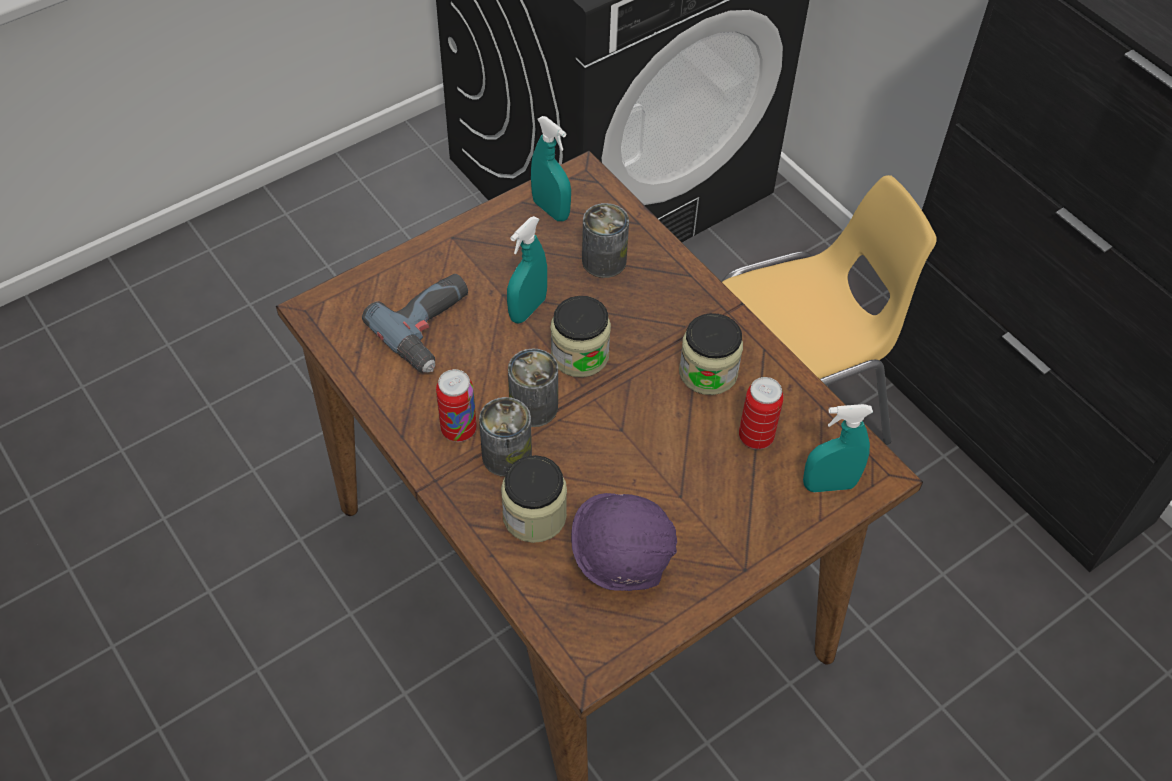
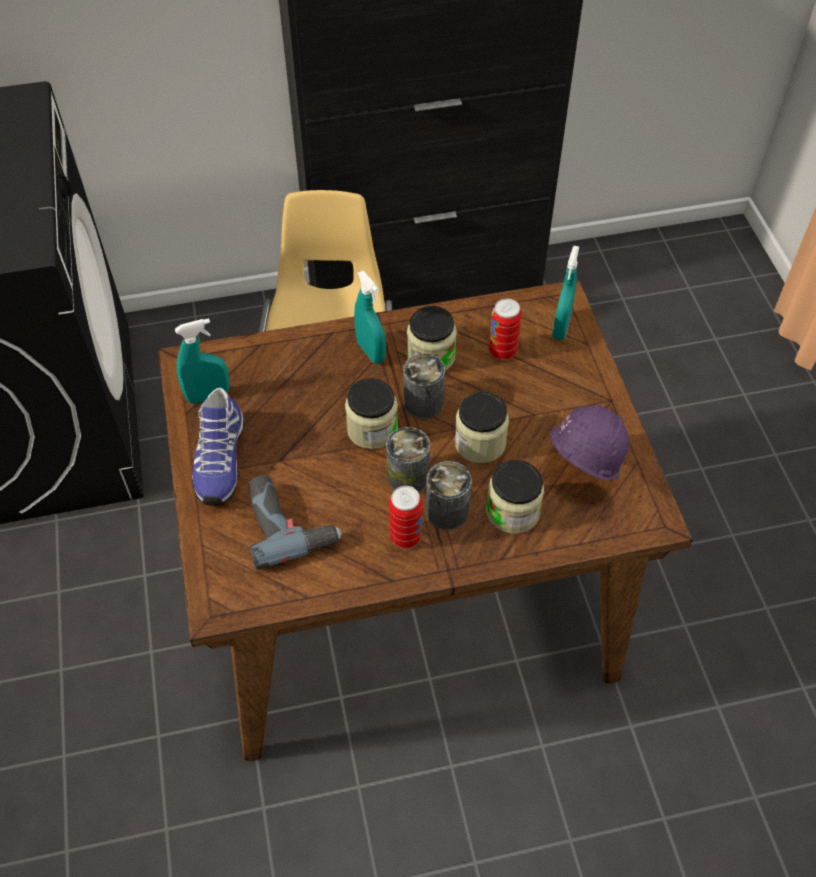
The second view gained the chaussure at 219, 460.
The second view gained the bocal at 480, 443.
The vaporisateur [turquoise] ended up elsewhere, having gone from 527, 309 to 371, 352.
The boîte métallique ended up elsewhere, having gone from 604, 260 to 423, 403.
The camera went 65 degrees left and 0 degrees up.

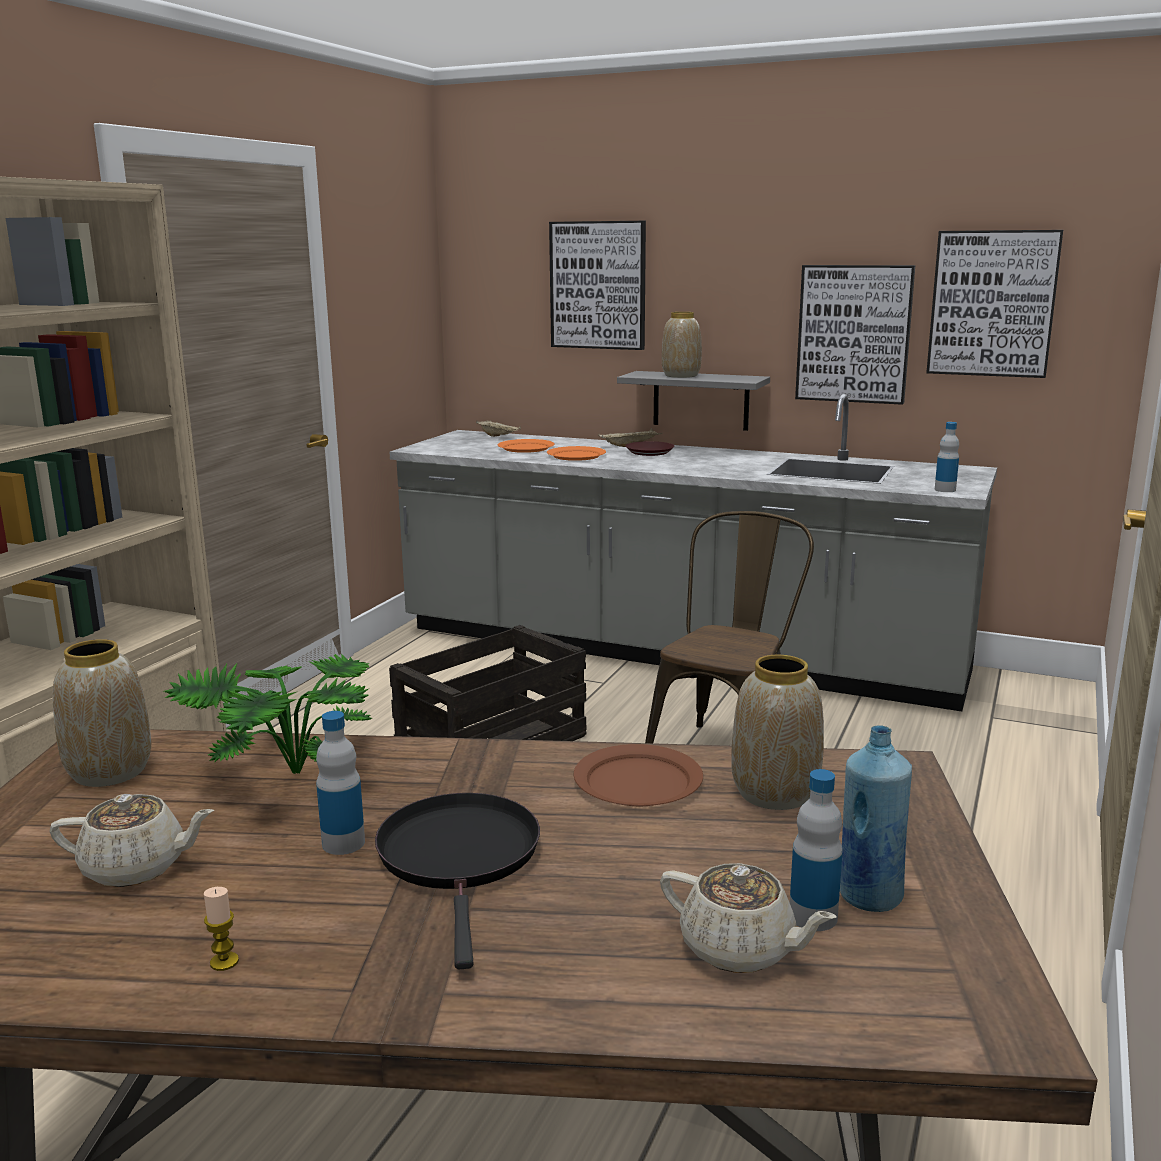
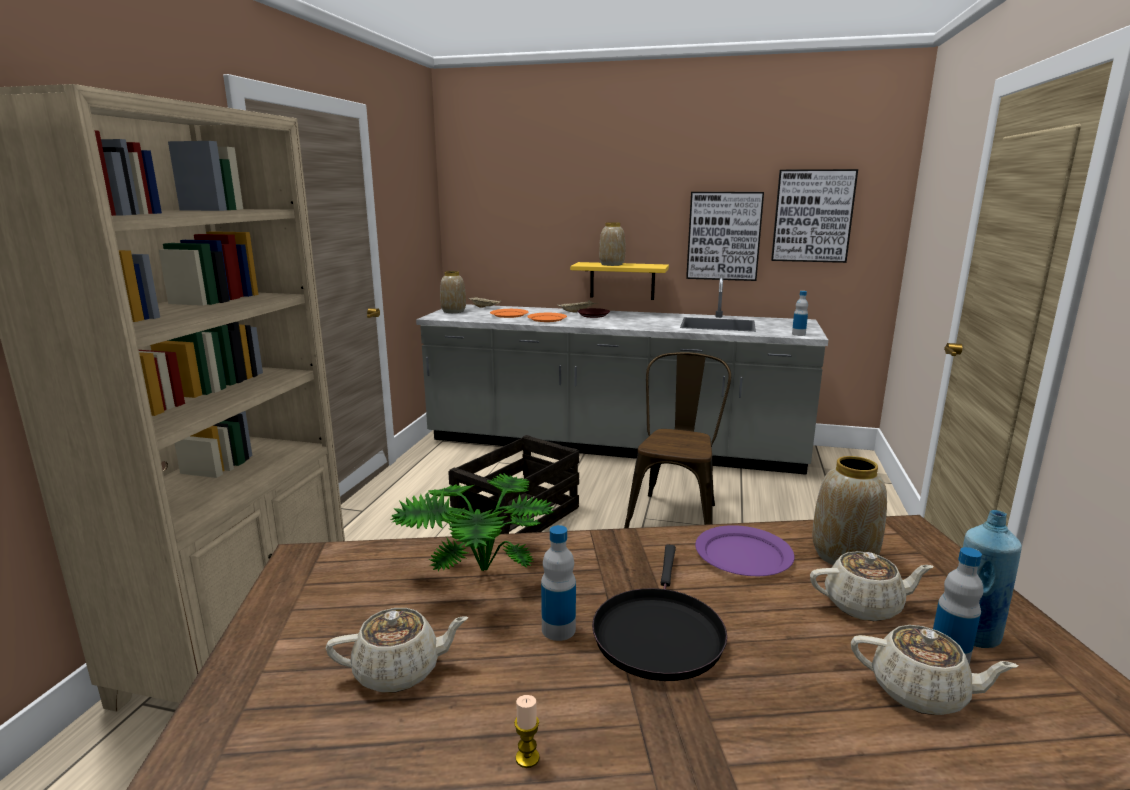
The second view lost the tableau at 598, 285.
The second view gained the théière [beige] at 864, 605.
The vase ended up elsewhere, having gone from 109, 772 to 453, 311.
What was the assiette [marron] at 639, 781 turned into the assiette [violet] at 744, 555.
What was the étagère [gris] at 701, 400 turned into the étagère [jaune] at 622, 281.
The poêle [noir] at 460, 858 ended up facing another way, 150 degrees counterclockwise from before.
The camera went 10 degrees left and 0 degrees up.

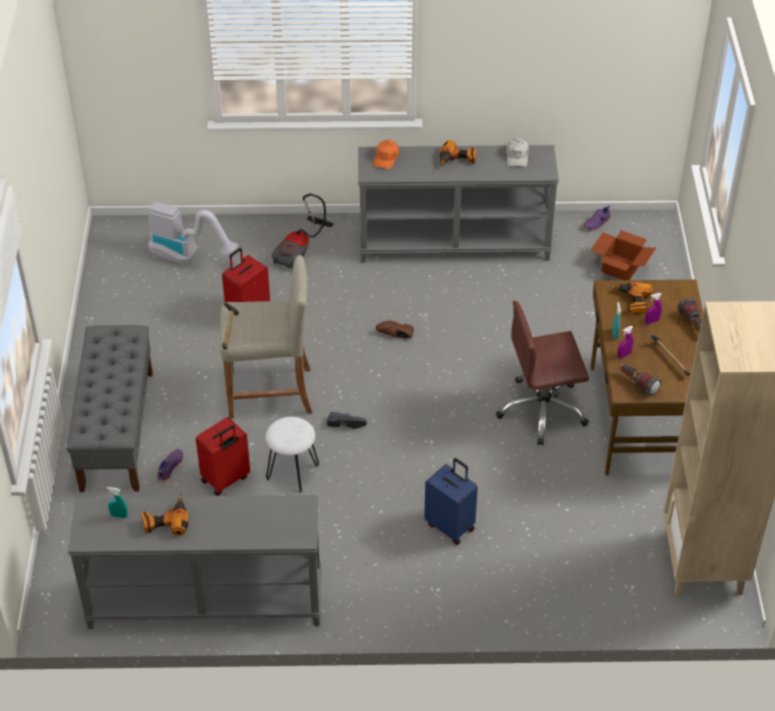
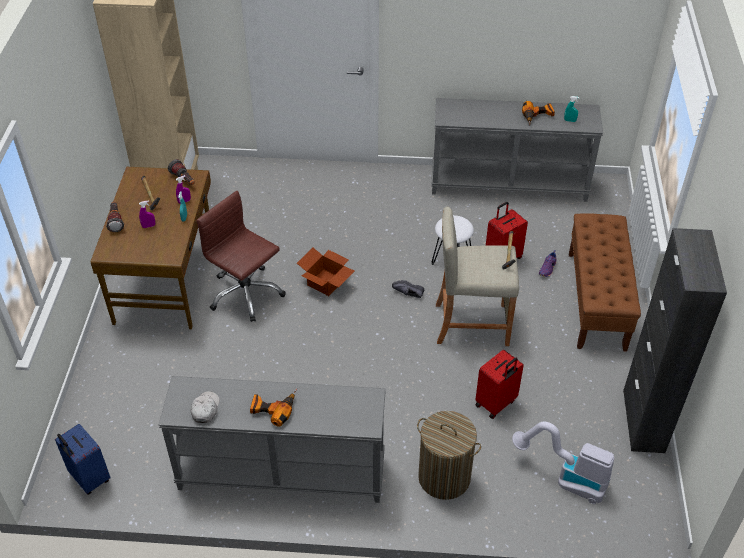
The second view lost the casquette [orange] at 386, 158.
The second view lost the chaussure [marron] at 395, 336.
The second view lost the chaussure [violet] at 597, 224.
The second view lost the perceuse at 631, 302.
The second view gained the meuble de rangement [noir] at 643, 421.
The valise [bleu] ended up elsewhere, having gone from 451, 526 to 89, 478.
The carton ended up elsewhere, having gone from 620, 267 to 326, 283.
Where the aspirateur stood at 301, 250, the panier à linge came to stand at 444, 477.
What was the banc [gris] at 117, 430 turned into the banc [marron] at 596, 301.
The chaise de bureau [marron] at 542, 410 ended up facing another way, 135 degrees counterclockwise from before.
The camera went 175 degrees left and 0 degrees up.

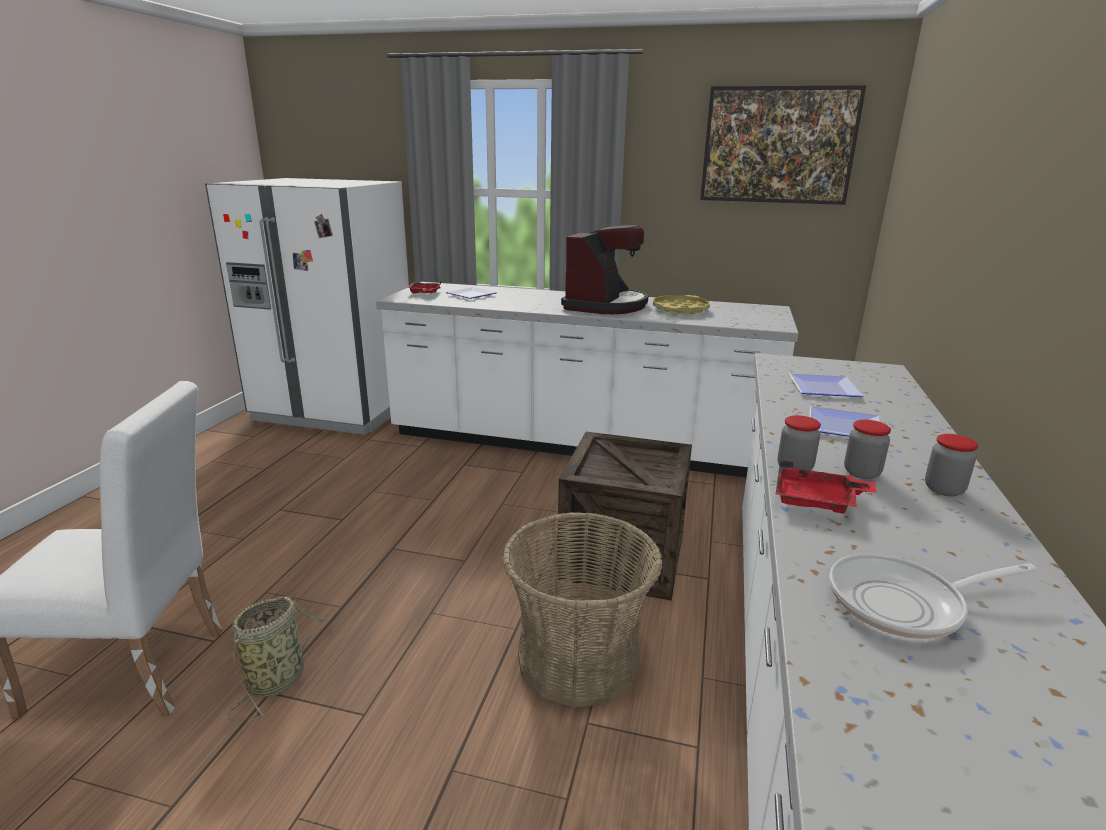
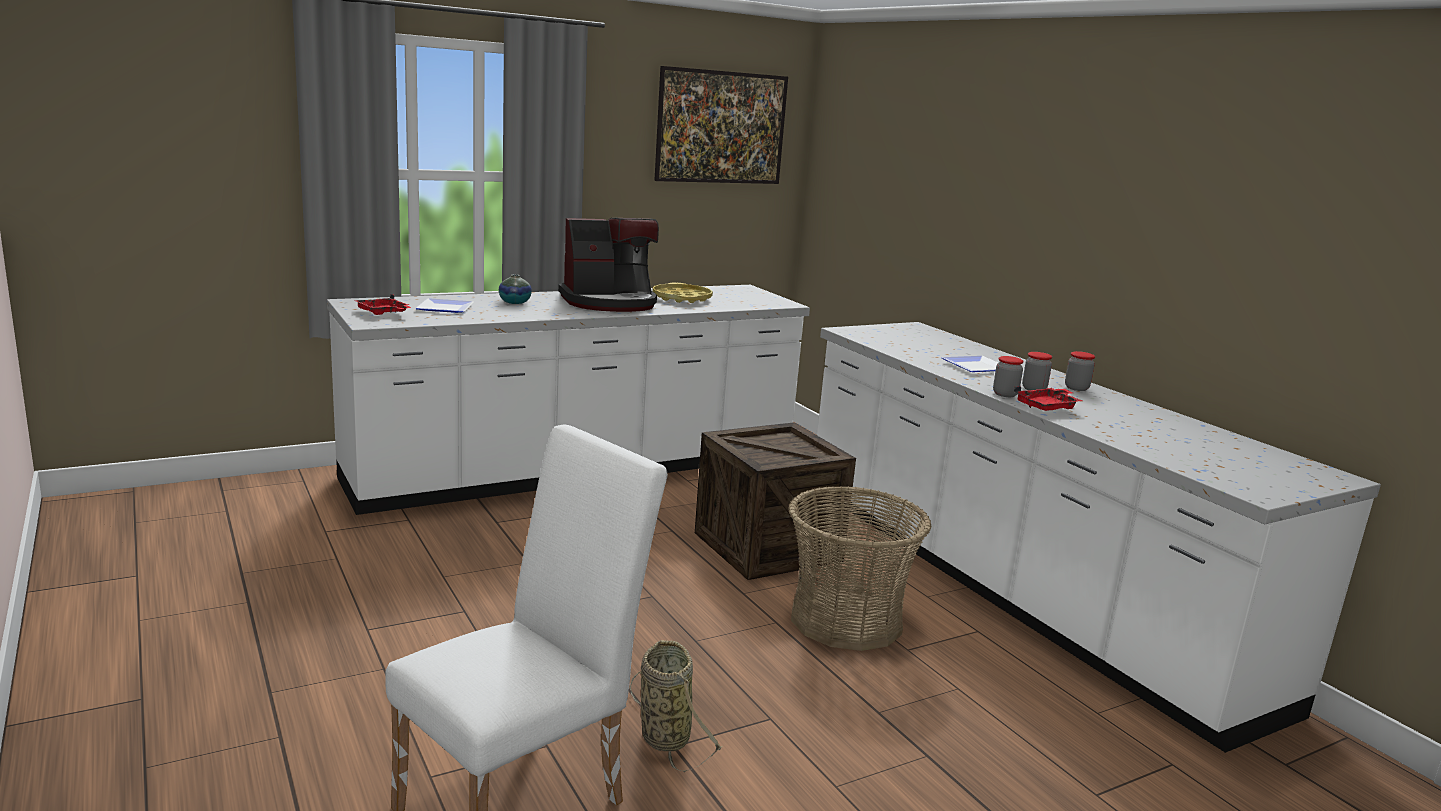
The second view lost the réfrigérateur [blanc] at 336, 409.
The second view lost the assiette at 826, 389.
The second view lost the poêle at 904, 603.
The second view gained the vase at 515, 302.
The machine à café at 606, 305 ended up facing another way, 90 degrees clockwise from before.
The camera went 45 degrees left and 5 degrees down.

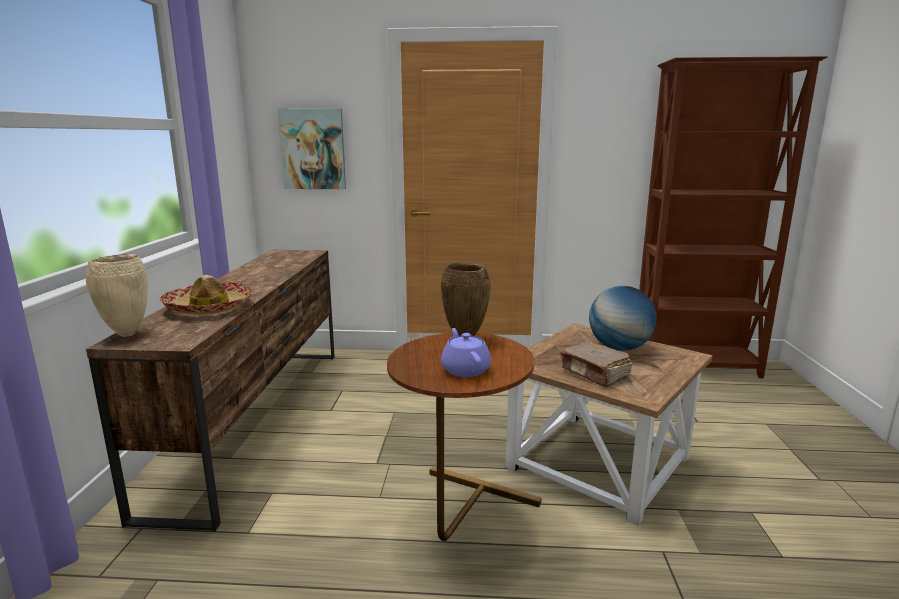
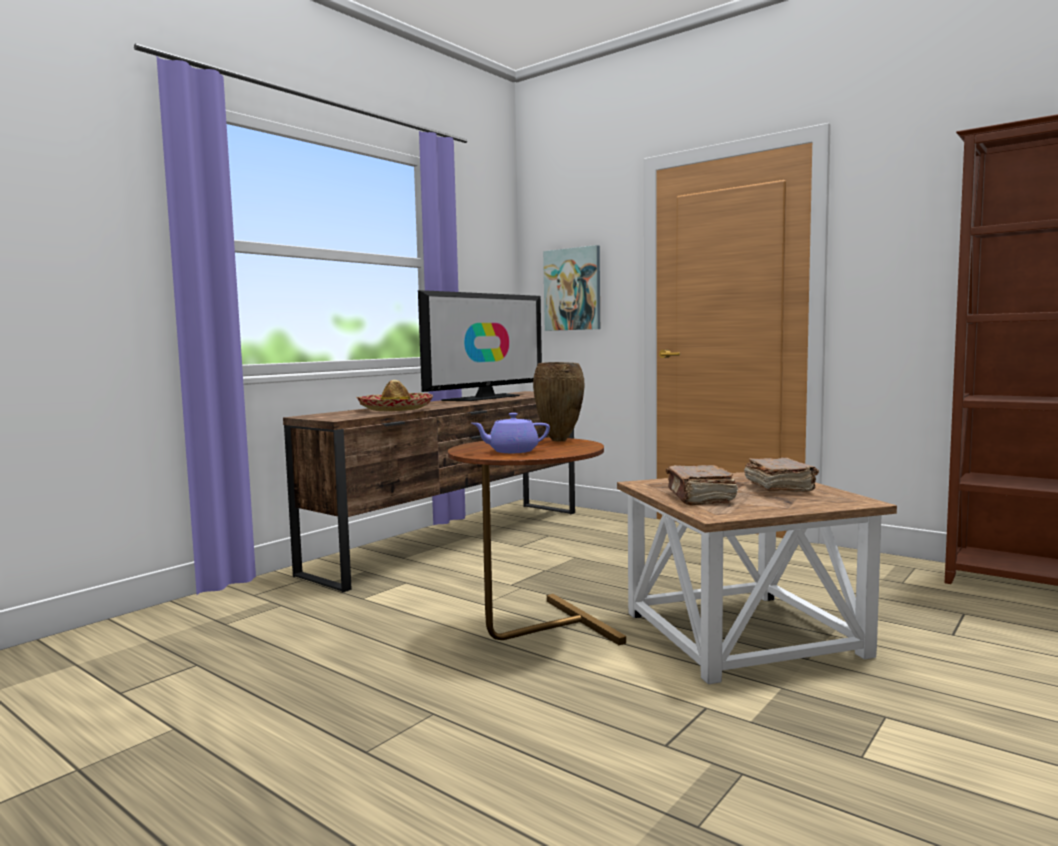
The second view lost the vase [beige] at 126, 334.
The second view gained the téléviseur at 485, 398.
Where the globe stood at 619, 348, the livre [marron] came to stand at 779, 488.
The théière [violet] at 465, 369 ended up facing another way, 120 degrees counterclockwise from before.
The camera went 35 degrees right and 10 degrees down.

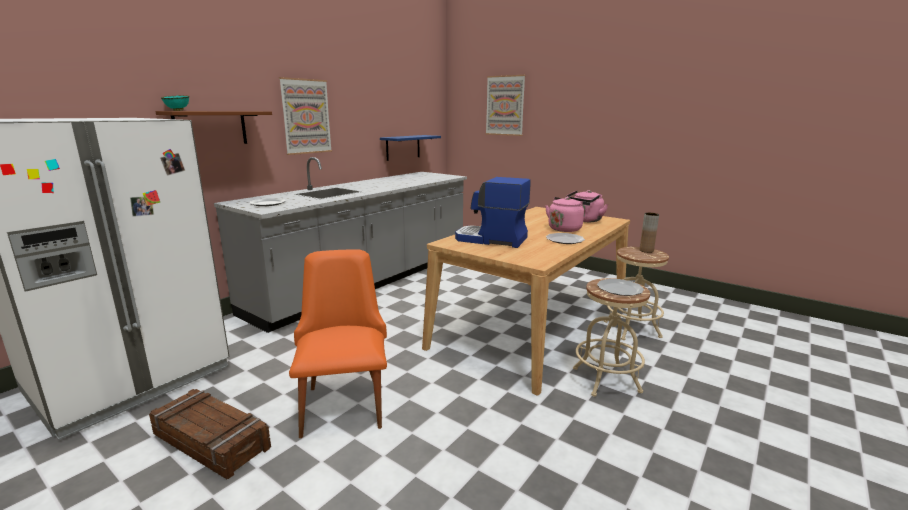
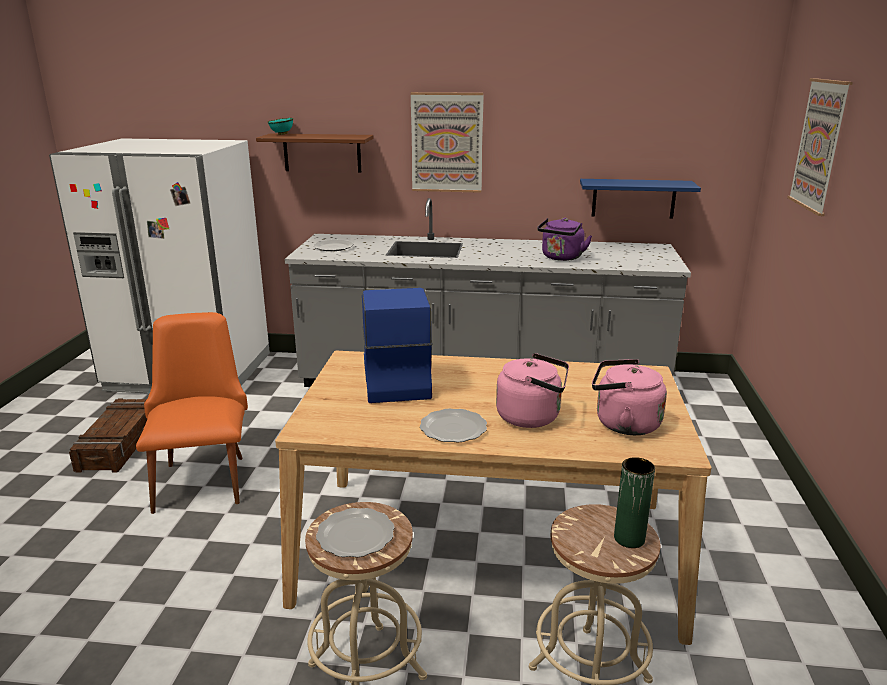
The second view gained the bouilloire [violet] at 561, 258.
What was the vase [marron] at 646, 251 turned into the vase [vert] at 629, 538.
The chaise [orange] at 344, 400 ended up facing another way, 60 degrees counterclockwise from before.
The camera went 60 degrees right and 5 degrees up.

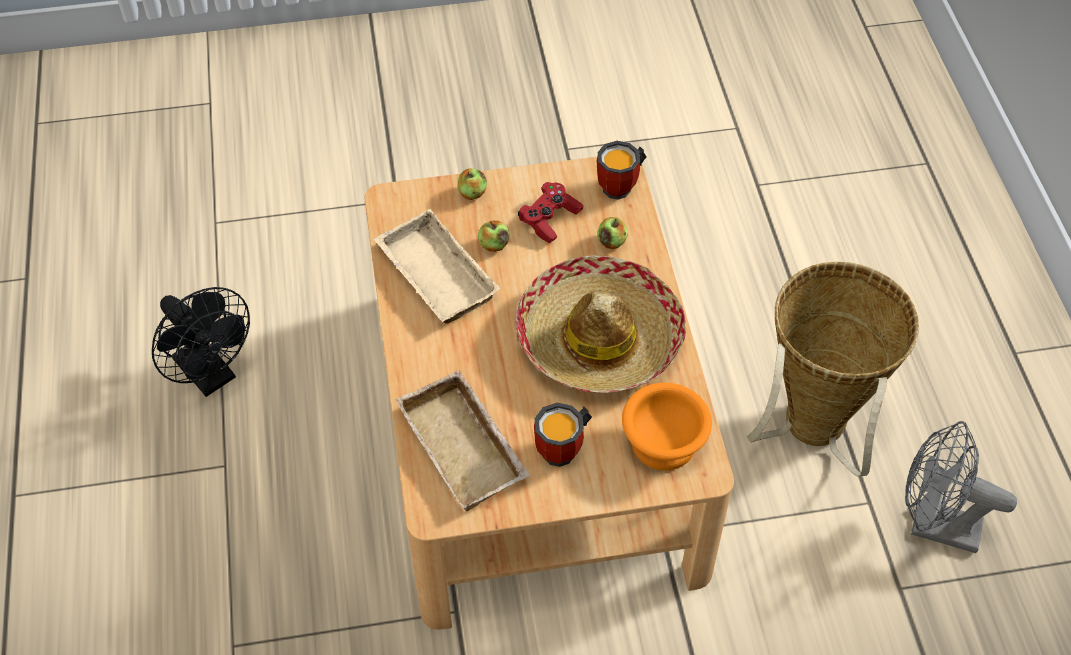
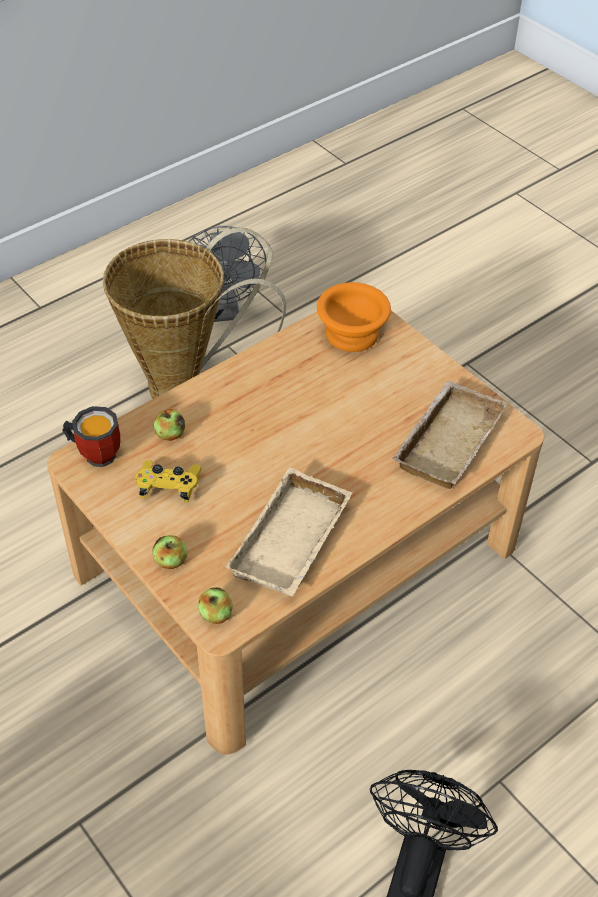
The second view lost the chapeau at 598, 338.
The second view lost the mug at 565, 450.
The pomme ended up elsewhere, having gone from 494, 245 to 216, 614.
What was the manette [rouge] at 549, 219 turned into the manette [jaune] at 169, 487.
The camera went 120 degrees left and 5 degrees down.

